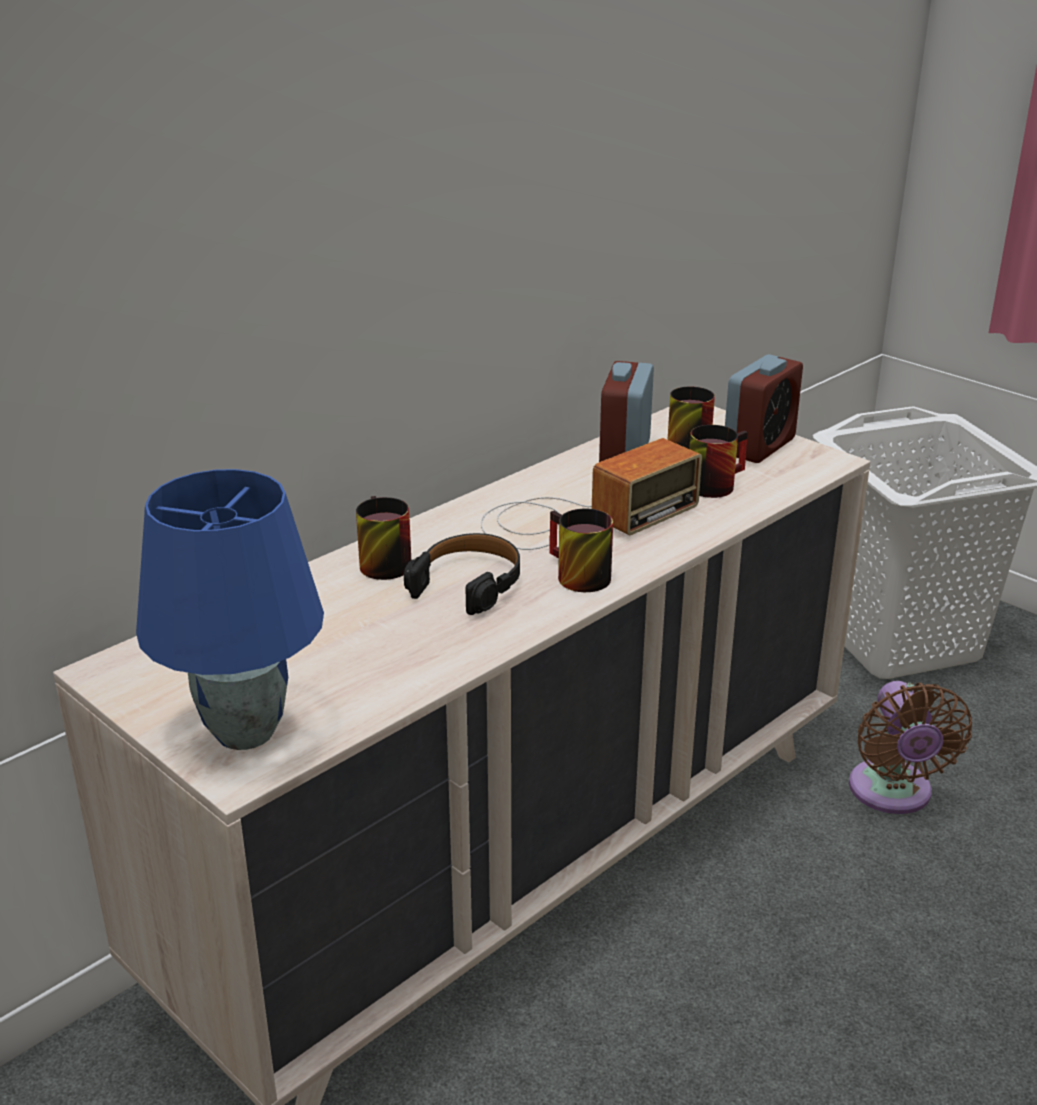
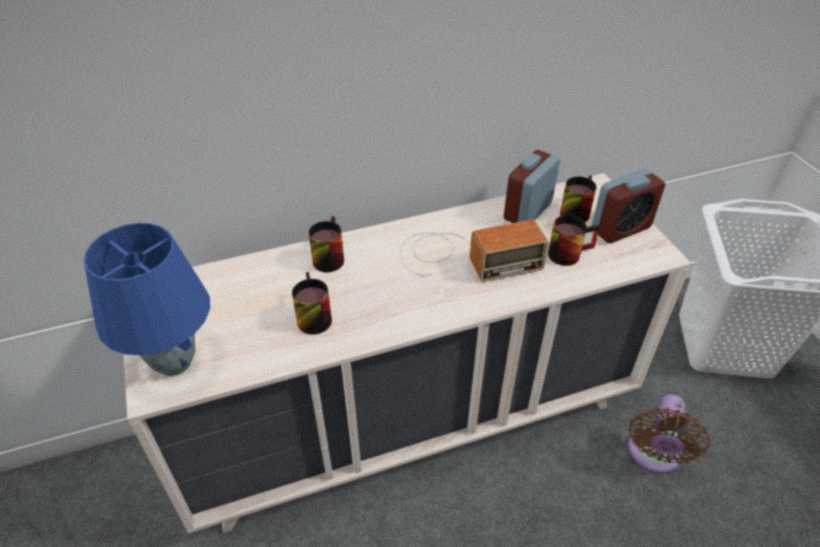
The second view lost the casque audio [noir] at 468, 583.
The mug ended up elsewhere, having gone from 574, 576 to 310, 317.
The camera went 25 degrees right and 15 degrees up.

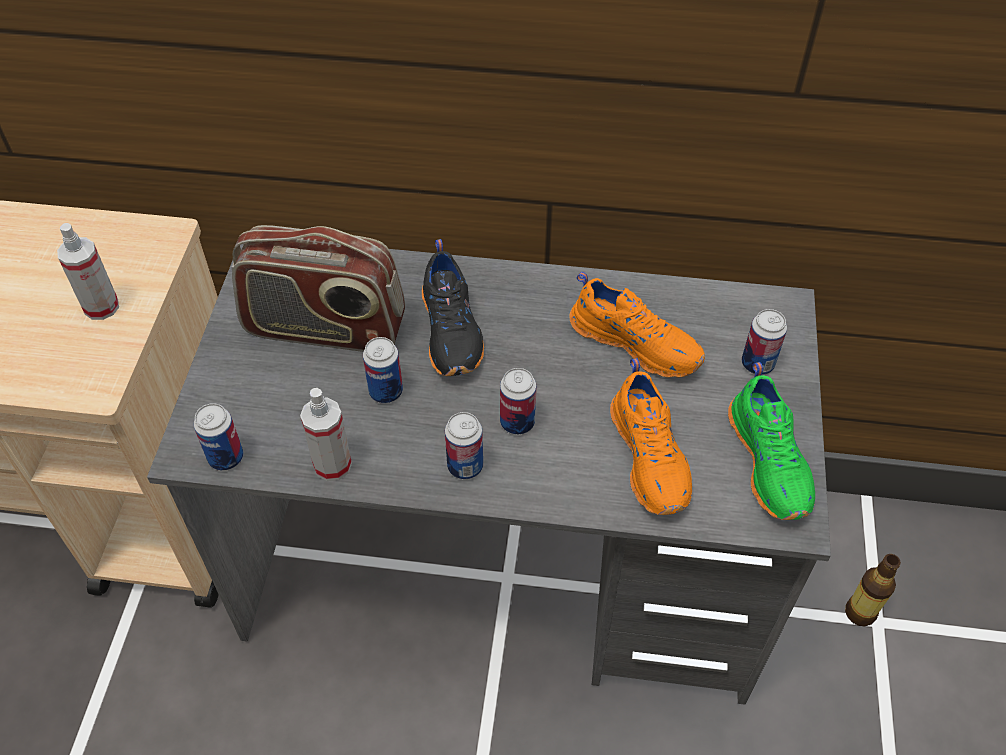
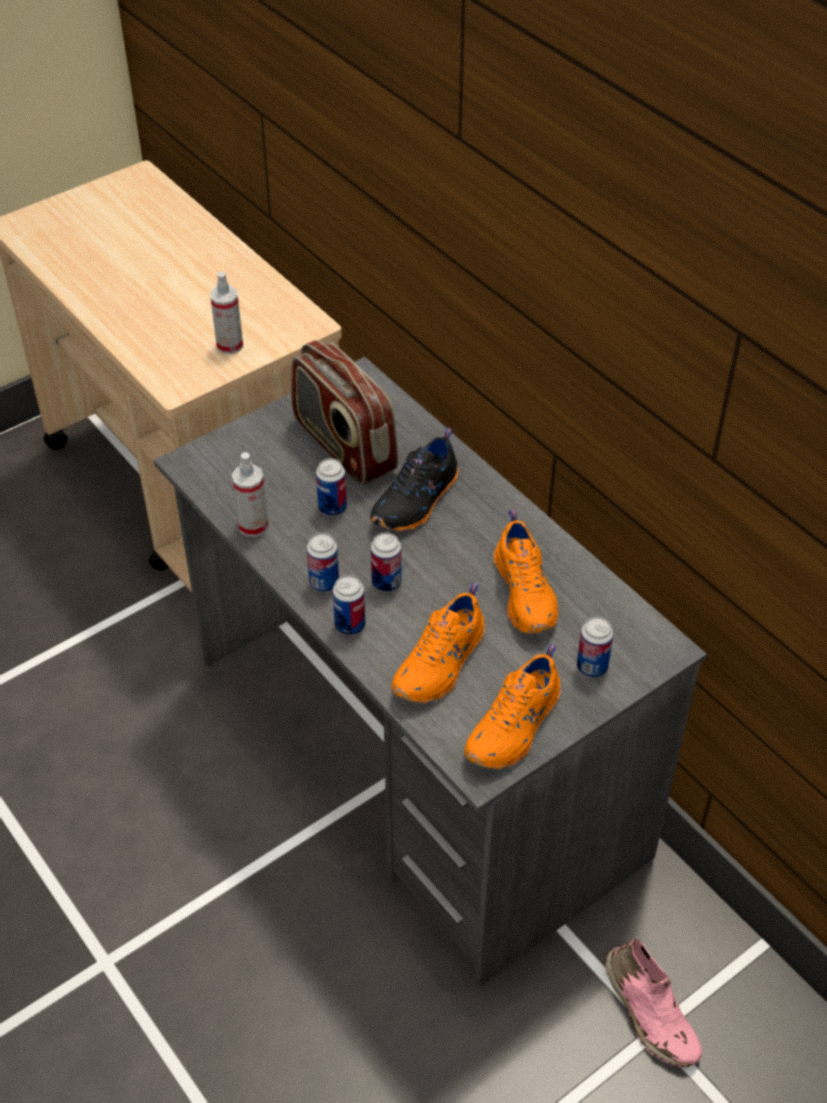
The boîte métallique ended up elsewhere, having gone from 226, 458 to 350, 625.
Where the bouteille stood at 860, 612, the chaussure [rose] came to stand at 649, 1012.
What was the chaussure [vert] at 771, 462 turned into the chaussure [orange] at 515, 728.
The camera went 45 degrees right and 5 degrees down.

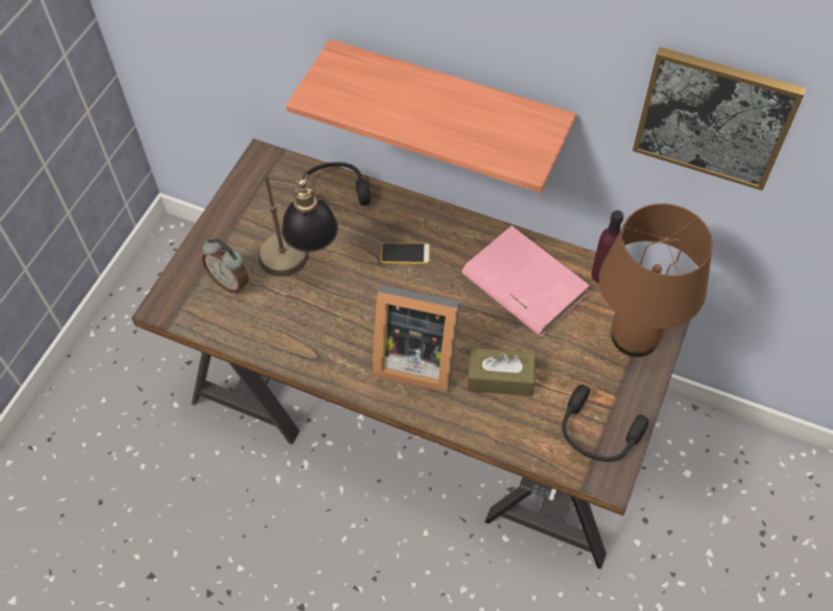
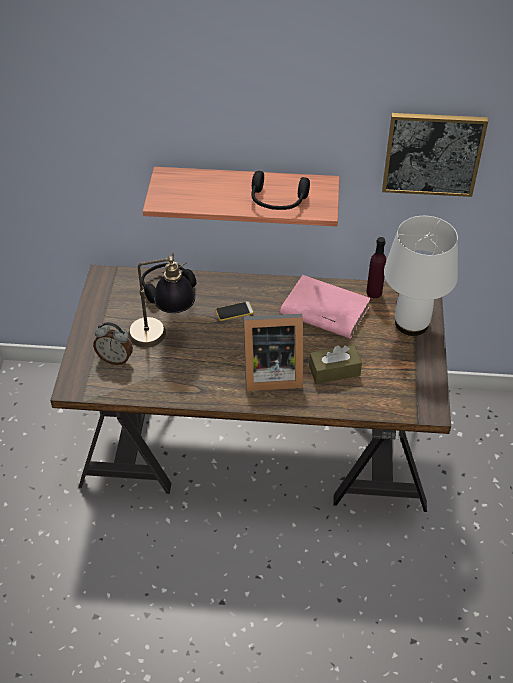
The casque audio [noir] ended up elsewhere, having gone from 597, 434 to 277, 201.
What was the lampe de table [marron] at 633, 336 turned into the lampe de table [blanc] at 410, 324.
The camera went 20 degrees left and 10 degrees down.

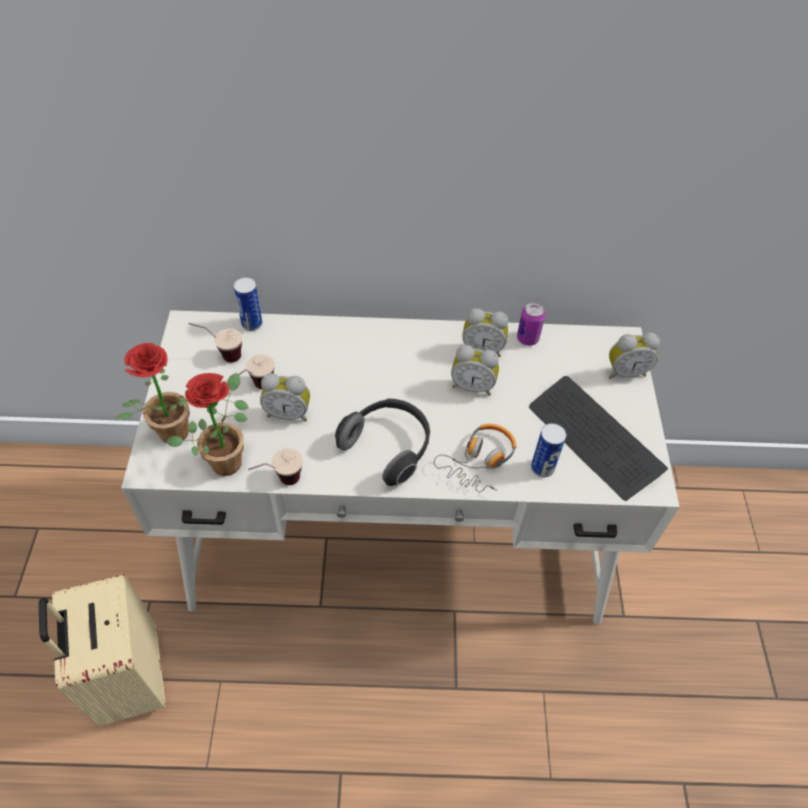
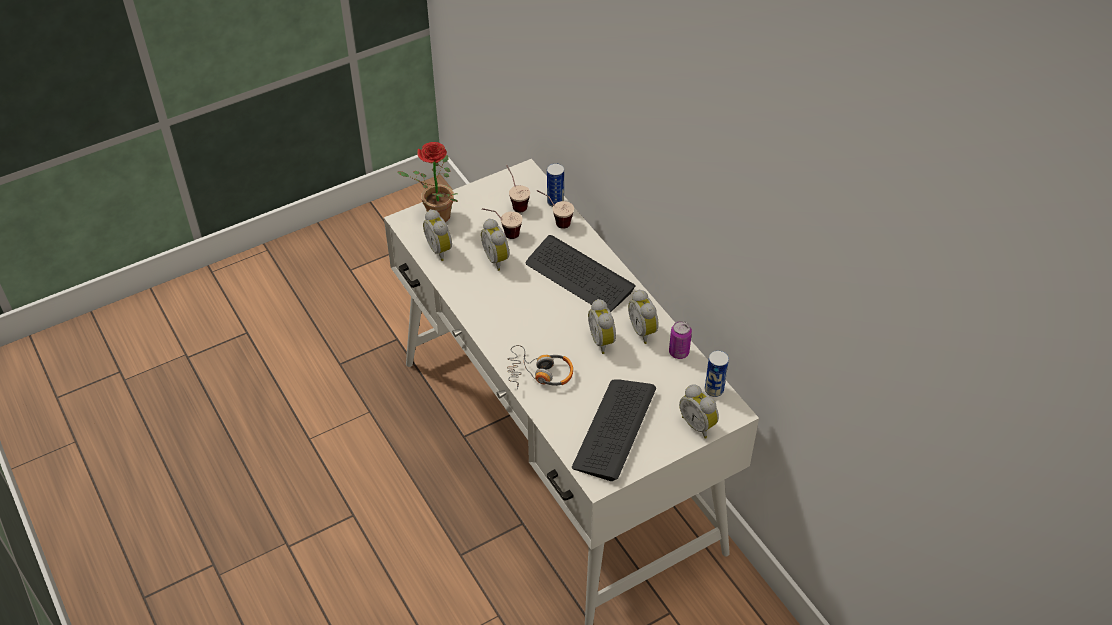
The second view lost the valise [beige] at 130, 678.
The second view lost the casque audio at 388, 447.
The second view gained the clavier at 579, 276.
The tasse ended up elsewhere, having gone from 279, 483 to 555, 221.
The boîte métallique ended up elsewhere, having gone from 542, 468 to 714, 390.
Where the plante en pot stood at 227, 457, the réveil came to stand at 441, 249.
The camera went 60 degrees right and 5 degrees down.

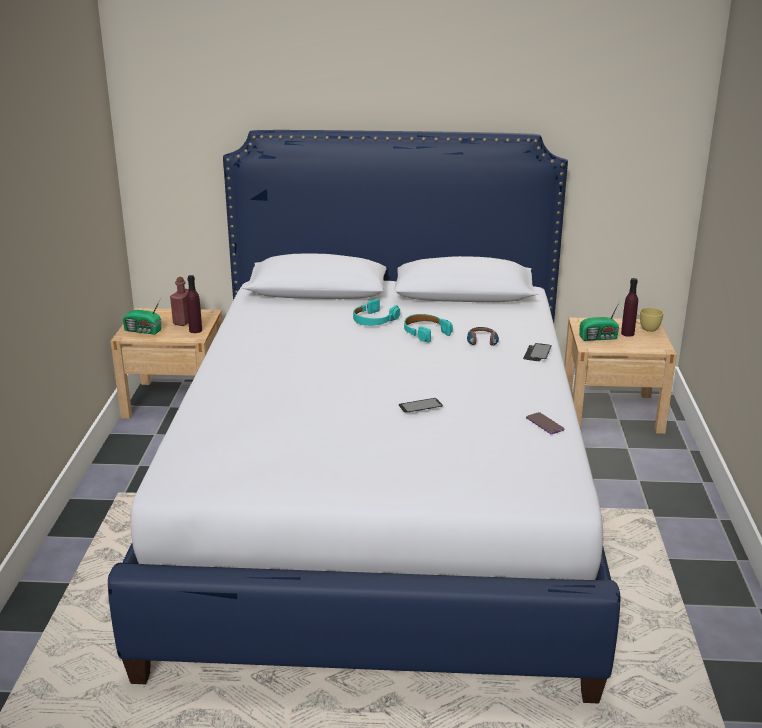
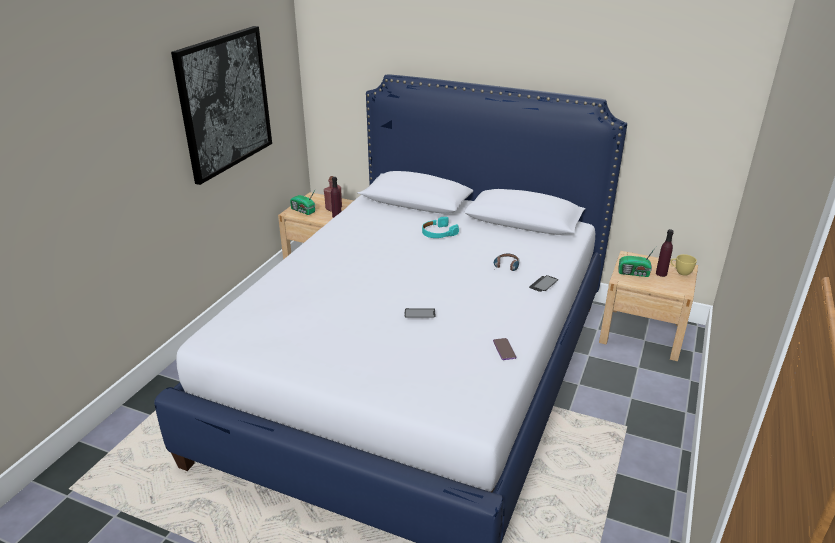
The second view lost the casque audio [turquoise] at 425, 332.
The second view gained the tableau at 225, 102.
The camera went 20 degrees right and 5 degrees up.

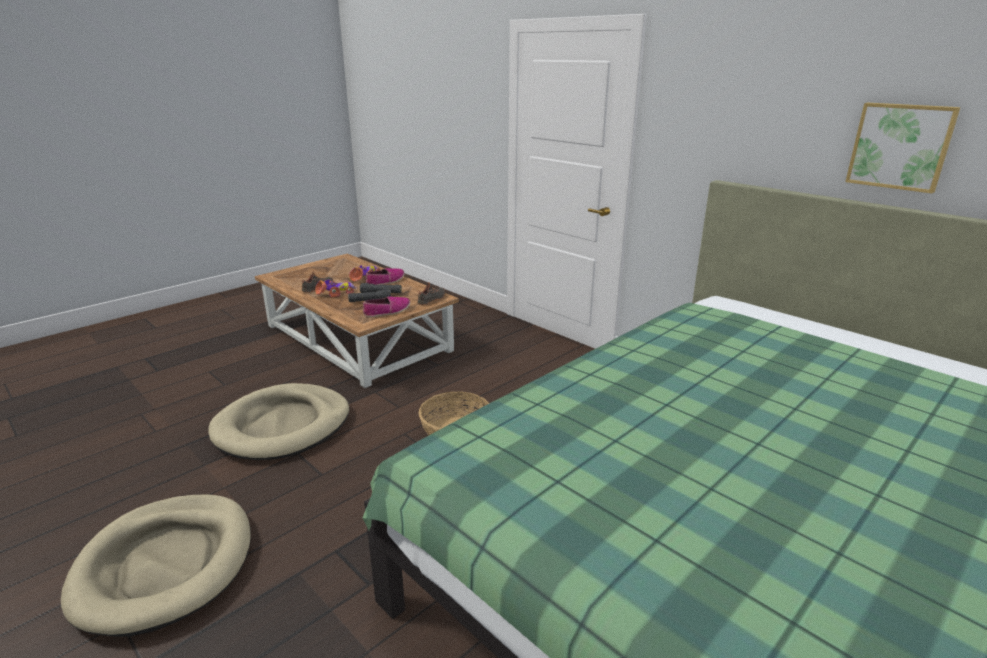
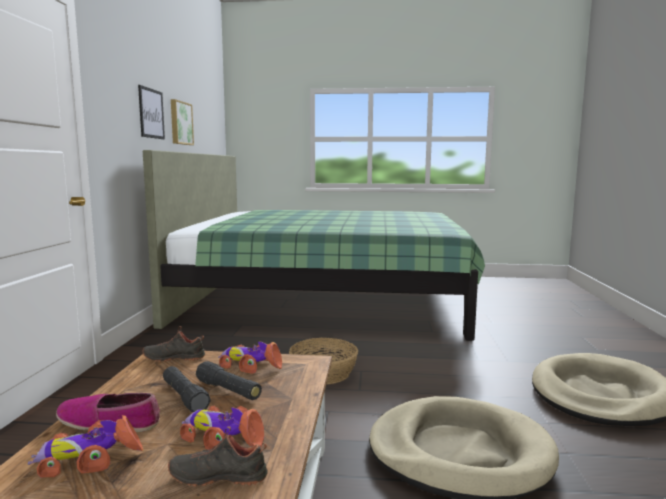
The second view gained the tableau at 151, 113.
Where the chaussure stood at 387, 311, the petite voiture came to stand at 251, 365.
The camera went 130 degrees left and 15 degrees down.

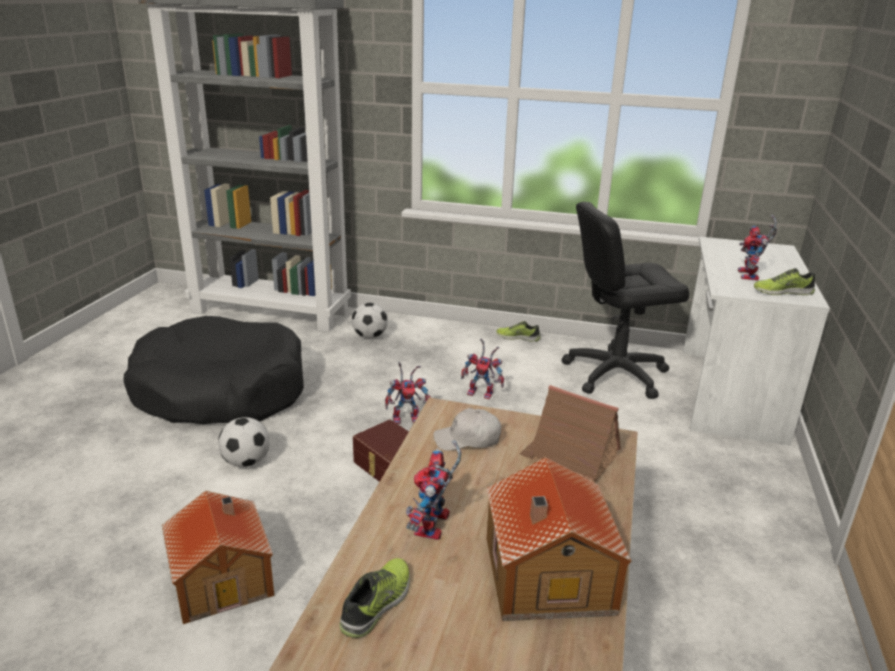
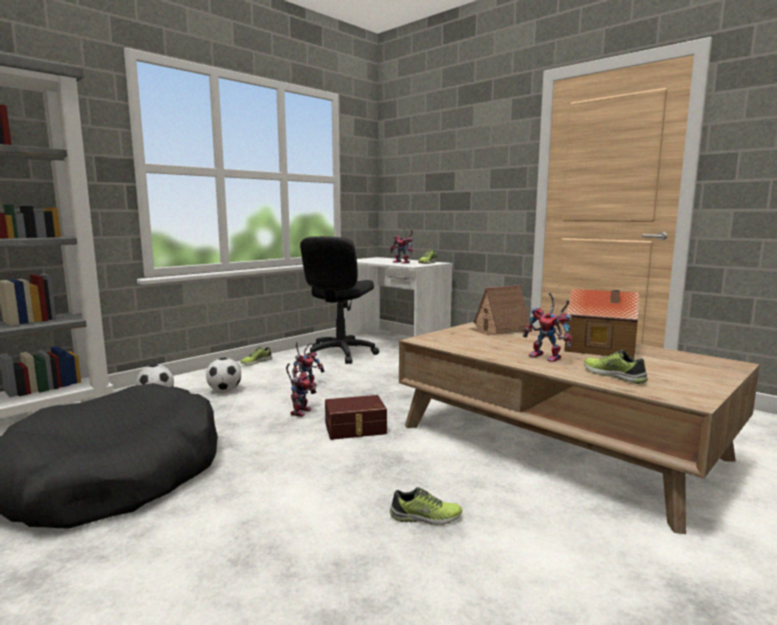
The second view lost the casquette [blanc] at 467, 439.
The ballon de foot ended up elsewhere, having gone from 246, 462 to 224, 390.
Where the maison miniature stood at 223, 577, the chaussure came to stand at 425, 517.
The camera went 60 degrees left and 15 degrees down.

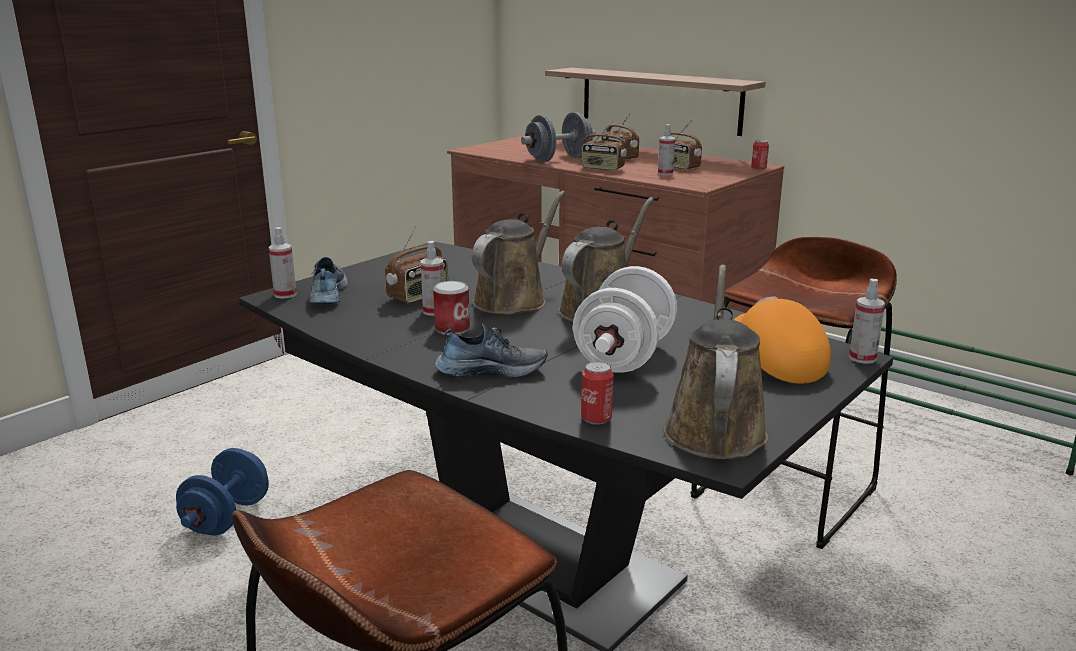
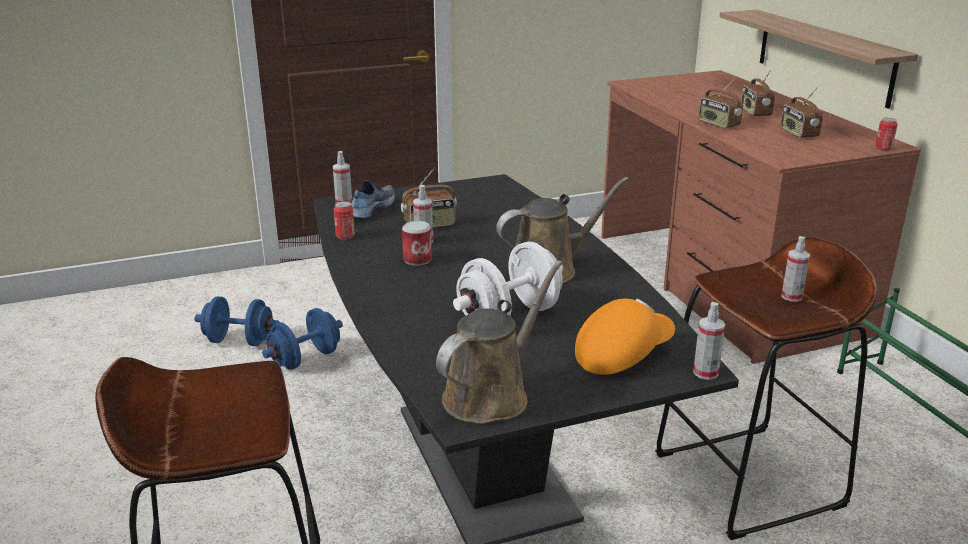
The second view lost the chaussure at 491, 370.
The second view lost the arrosoir [marron] at 514, 300.
The second view lost the haltère [gris] at 558, 159.
The second view gained the haltère [bleu] at 239, 341.
The boîte métallique ended up elsewhere, having gone from 596, 418 to 345, 236.
The vaporisateur ended up elsewhere, having gone from 665, 173 to 791, 296.
The casquette [orange] at 774, 362 ended up facing another way, 45 degrees clockwise from before.
The camera went 30 degrees right and 5 degrees up.

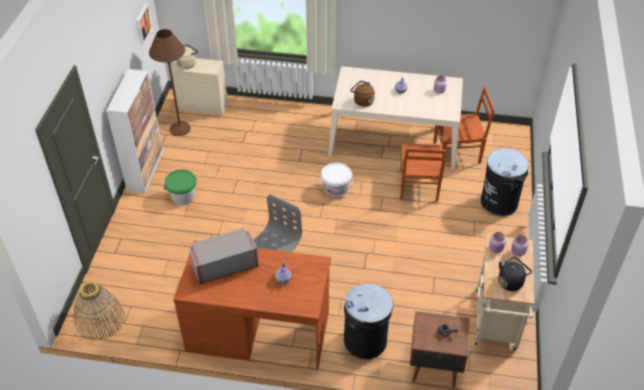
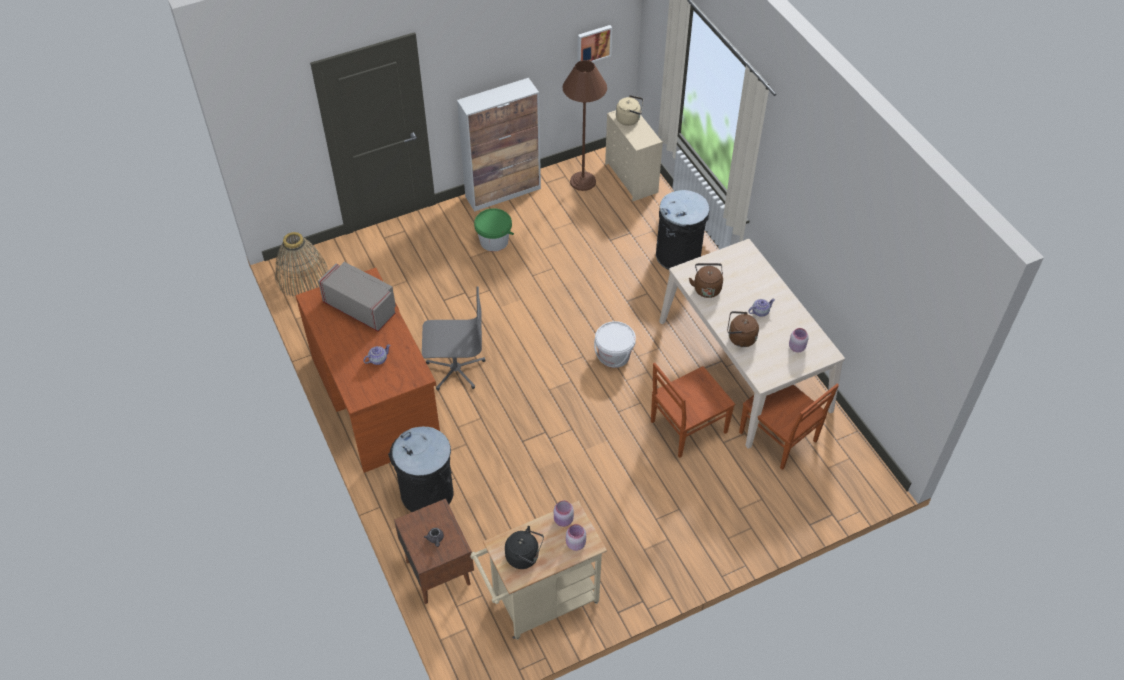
The second view gained the bouilloire [marron] at 740, 338.
The poubelle [noir] ended up elsewhere, having gone from 499, 202 to 678, 255.
The camera went 55 degrees right and 5 degrees up.

